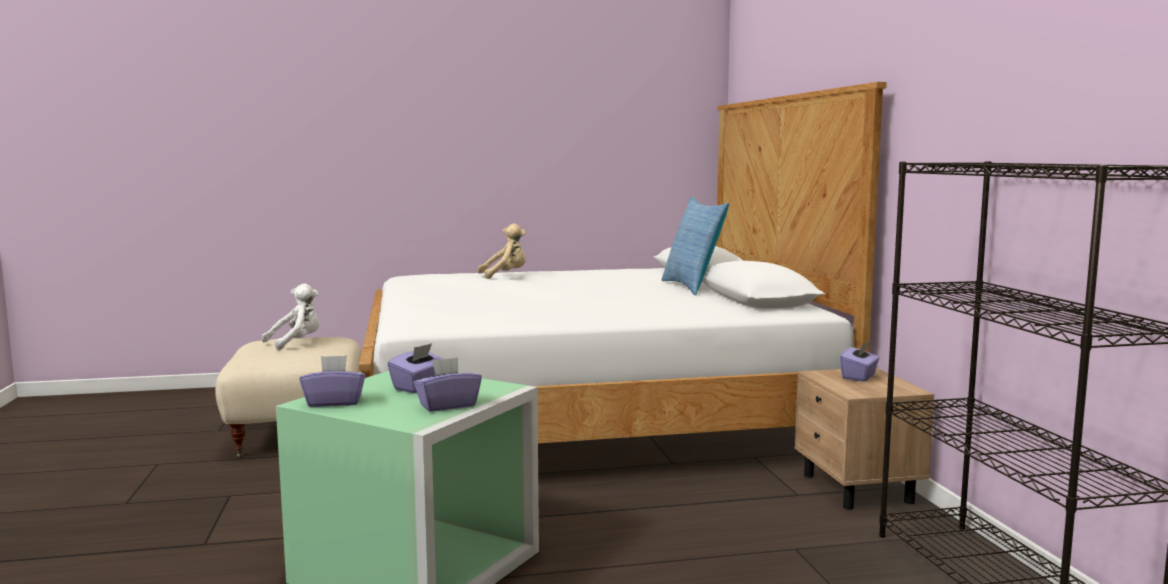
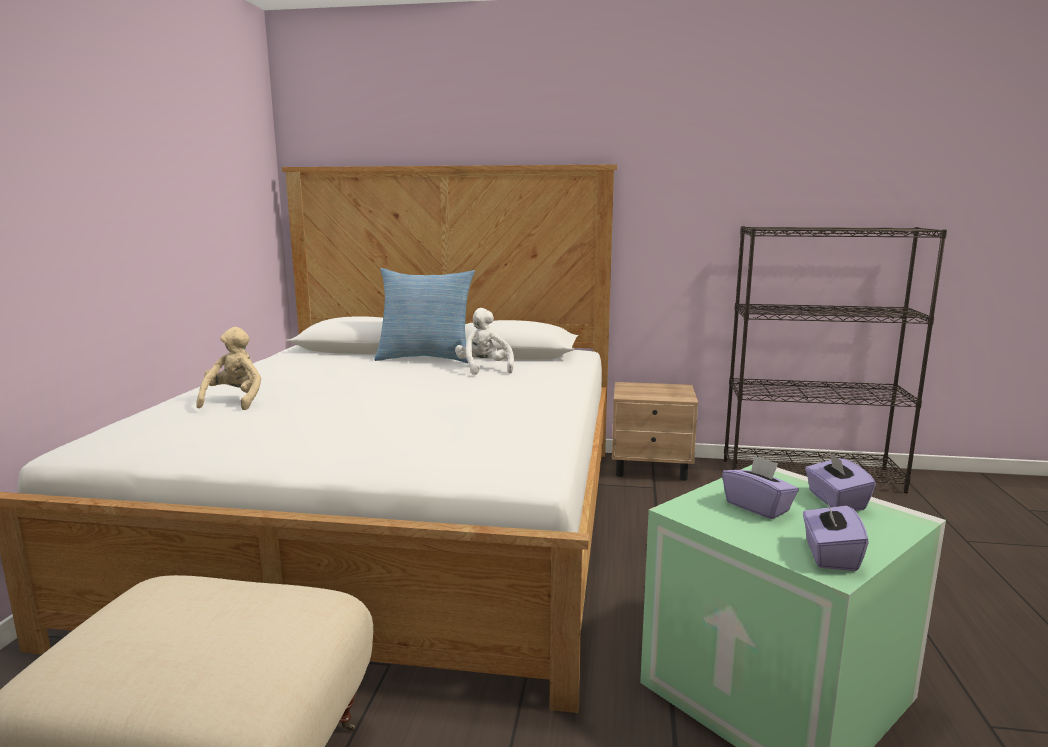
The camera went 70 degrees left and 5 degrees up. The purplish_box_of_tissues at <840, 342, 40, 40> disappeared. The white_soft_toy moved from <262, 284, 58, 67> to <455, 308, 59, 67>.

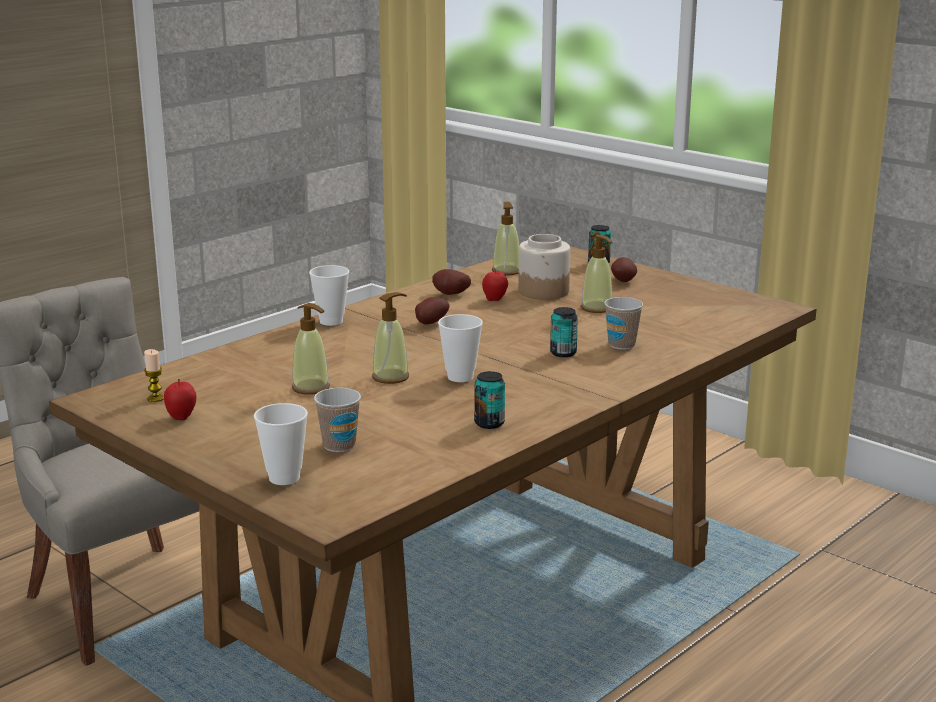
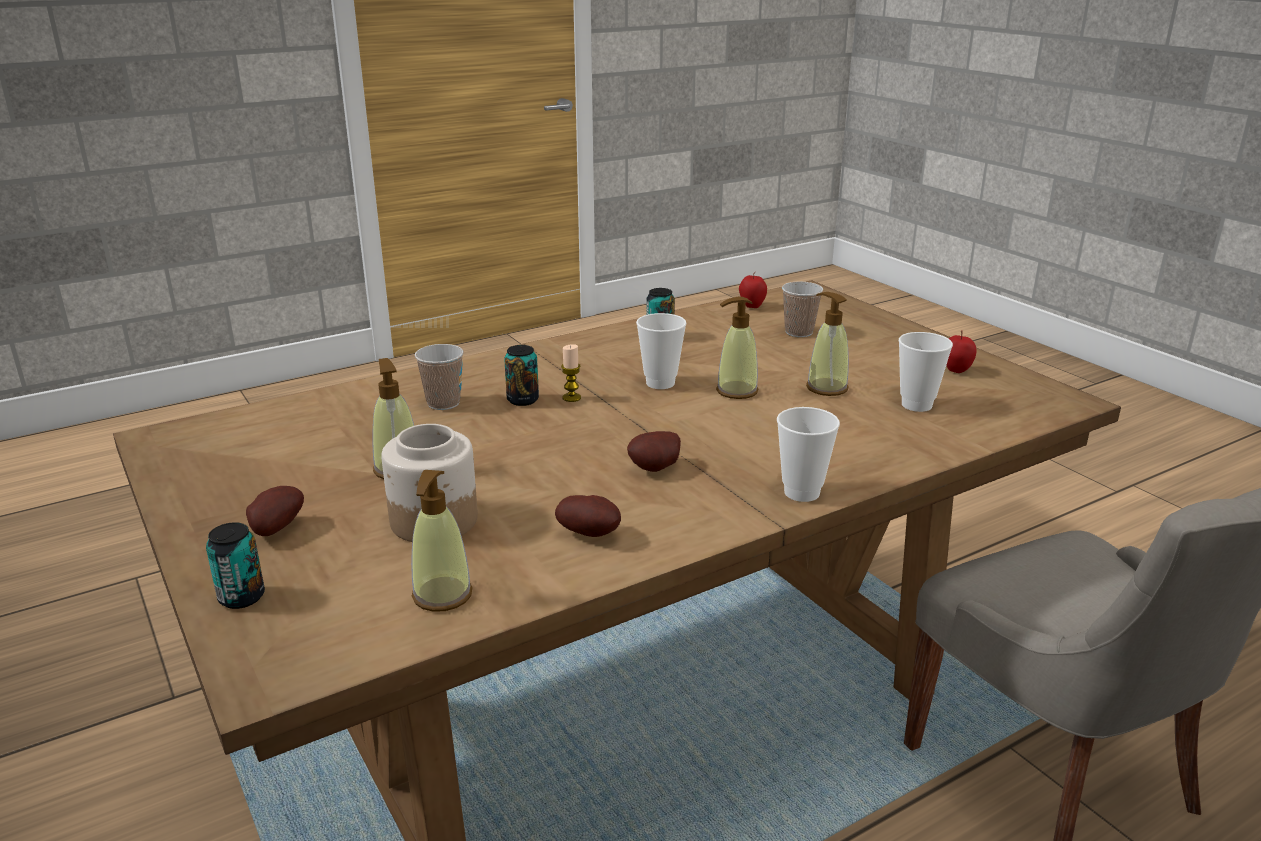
The camera went 165 degrees left and 5 degrees up. The candle moved from <144, 349, 20, 53> to <561, 344, 20, 58>. The drinking_cup moved from <254, 403, 54, 82> to <899, 332, 54, 80>. The apple_fruit moved from <482, 268, 26, 33> to <739, 271, 28, 37>.

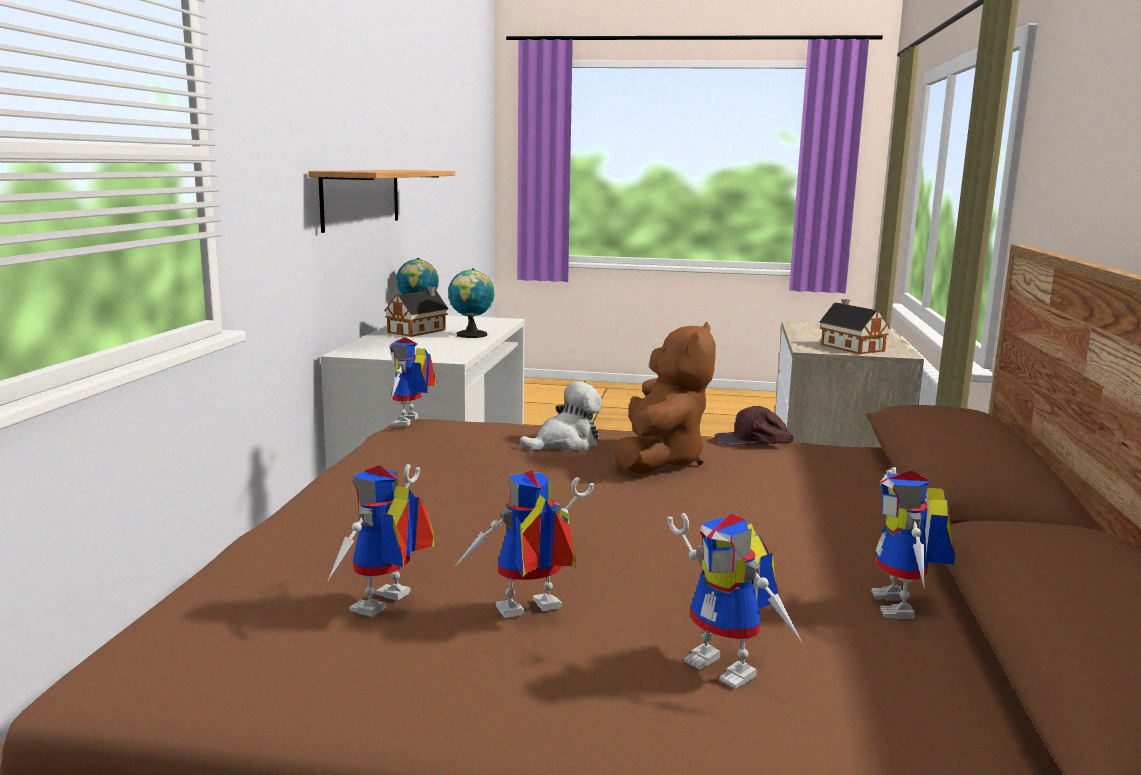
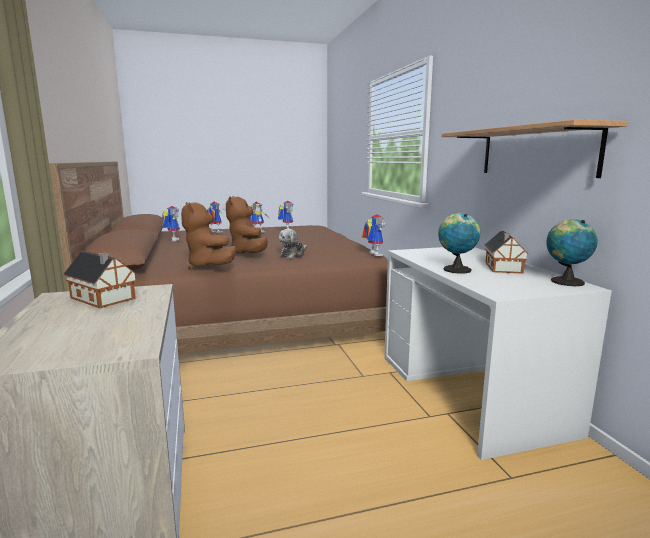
The camera went 155 degrees right and 0 degrees up. The brownish_peaked_cap at <715, 406, 79, 39> was replaced by the brownish_soft_toy at <181, 202, 55, 67>.

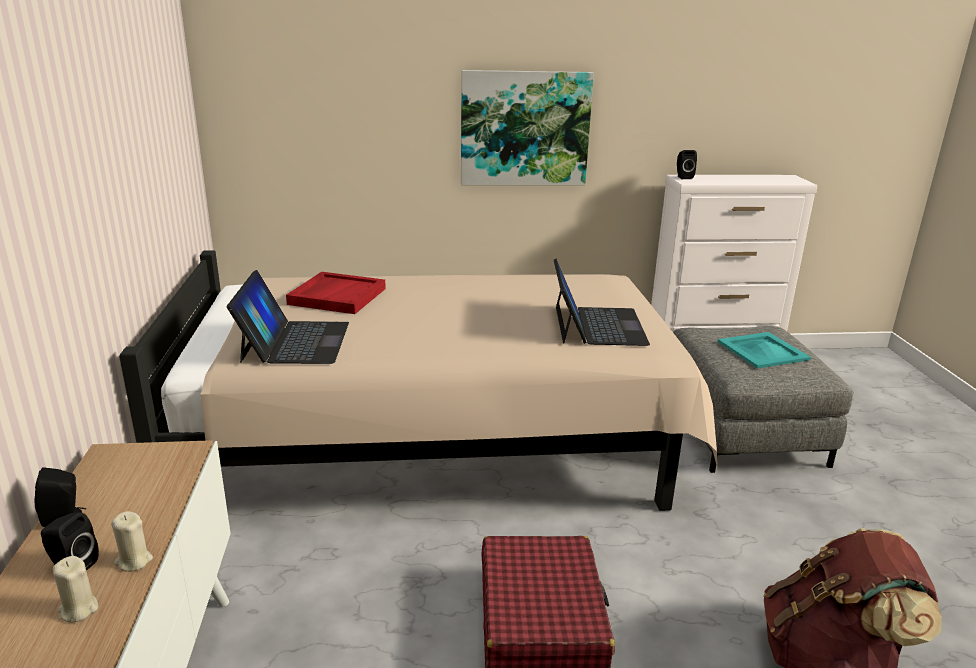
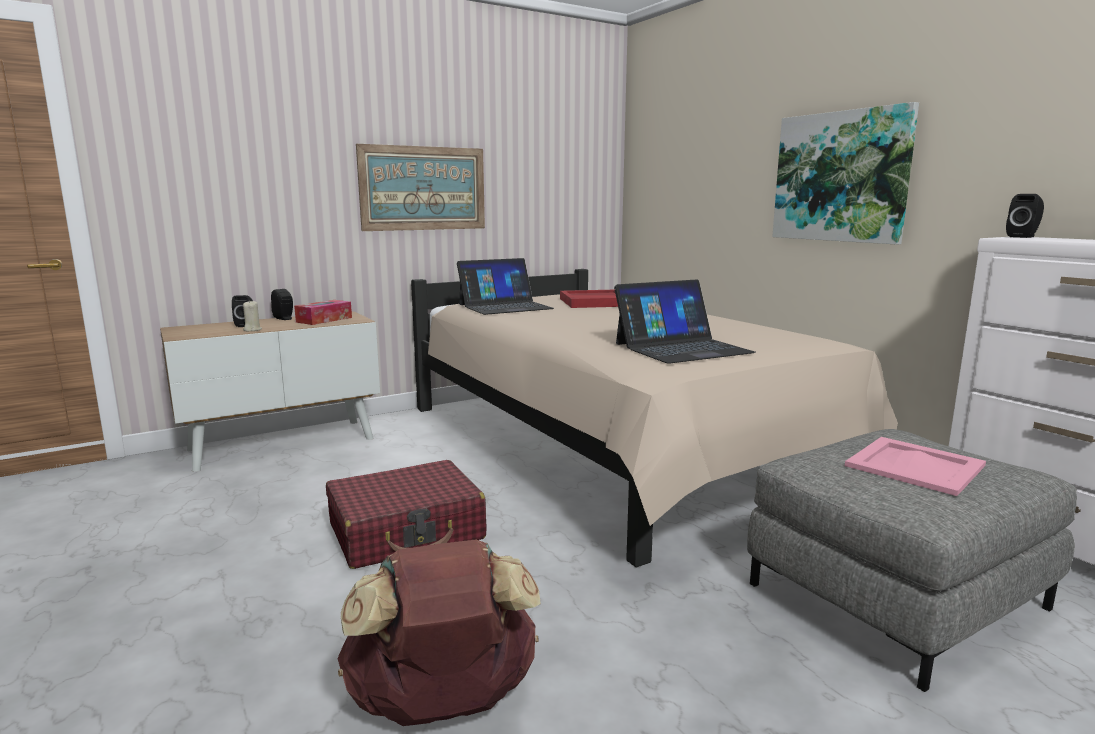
The camera went 65 degrees right and 10 degrees down. The beige_candle at <52, 556, 47, 67> disappeared. The box_of_tissues at <294, 300, 58, 25> appeared. The wall_picture at <356, 144, 129, 87> appeared. The blue-green_serving_tray at <718, 332, 93, 37> became the pink_serving_tray at <845, 437, 141, 59>.

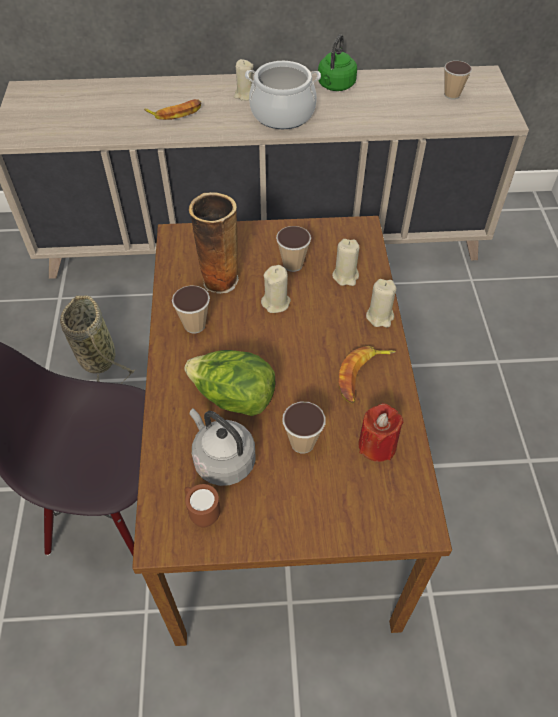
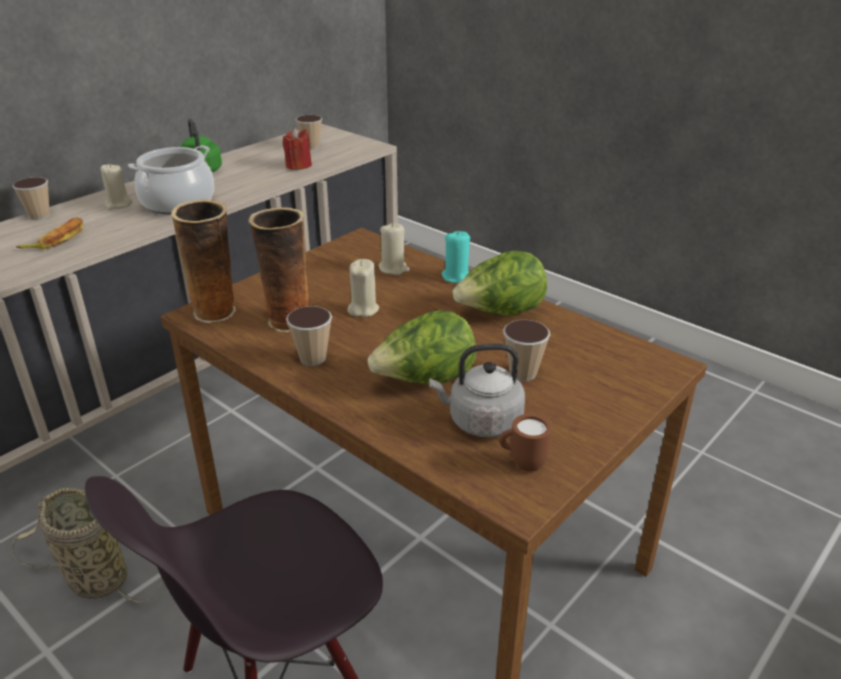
The camera went 45 degrees left and 20 degrees down. The decorative_vase at <171, 200, 65, 123> appeared. The drinking_cup moved from <276, 226, 35, 46> to <12, 177, 38, 43>. The reddish_candle moved from <358, 403, 46, 59> to <283, 128, 29, 42>. The banana at <338, 346, 58, 57> was replaced by the lettuce at <453, 251, 94, 65>. The beige_candle at <366, 279, 30, 48> became the blue-green_candle at <442, 230, 28, 53>.

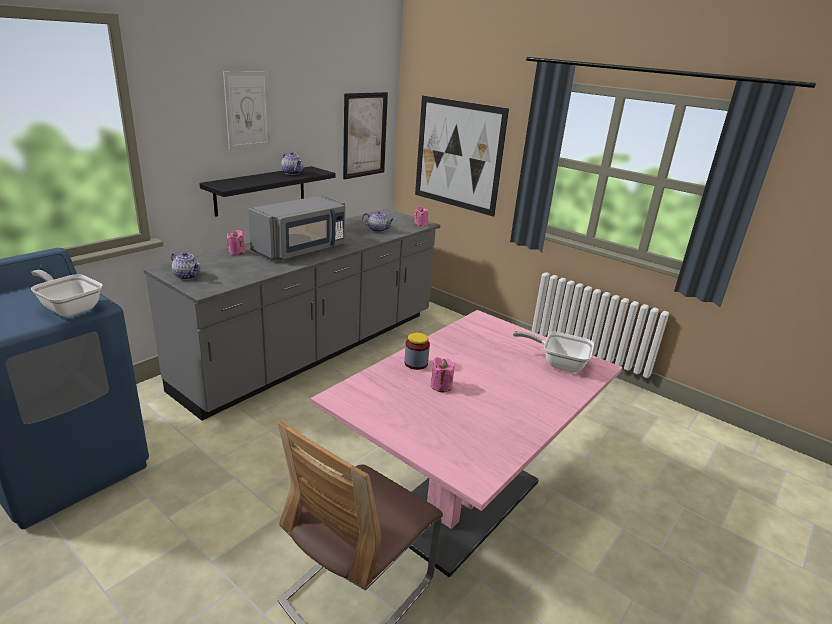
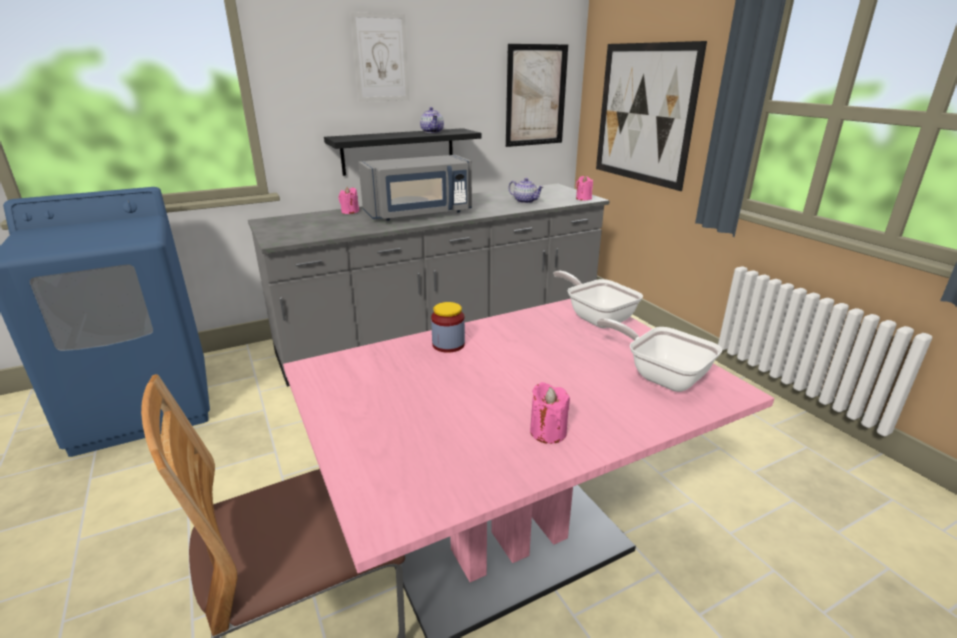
The camera went 25 degrees right and 0 degrees up. The teapot at <171, 252, 29, 28> disappeared. The frying_pan moved from <31, 270, 71, 47> to <553, 271, 90, 57>. The pink_candle moved from <431, 357, 24, 35> to <530, 382, 40, 62>.

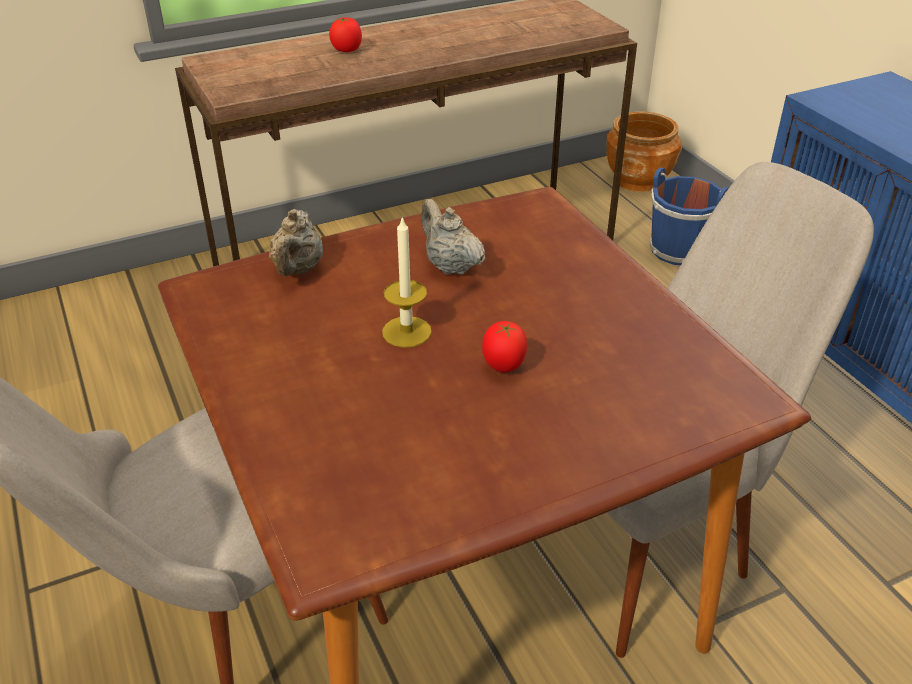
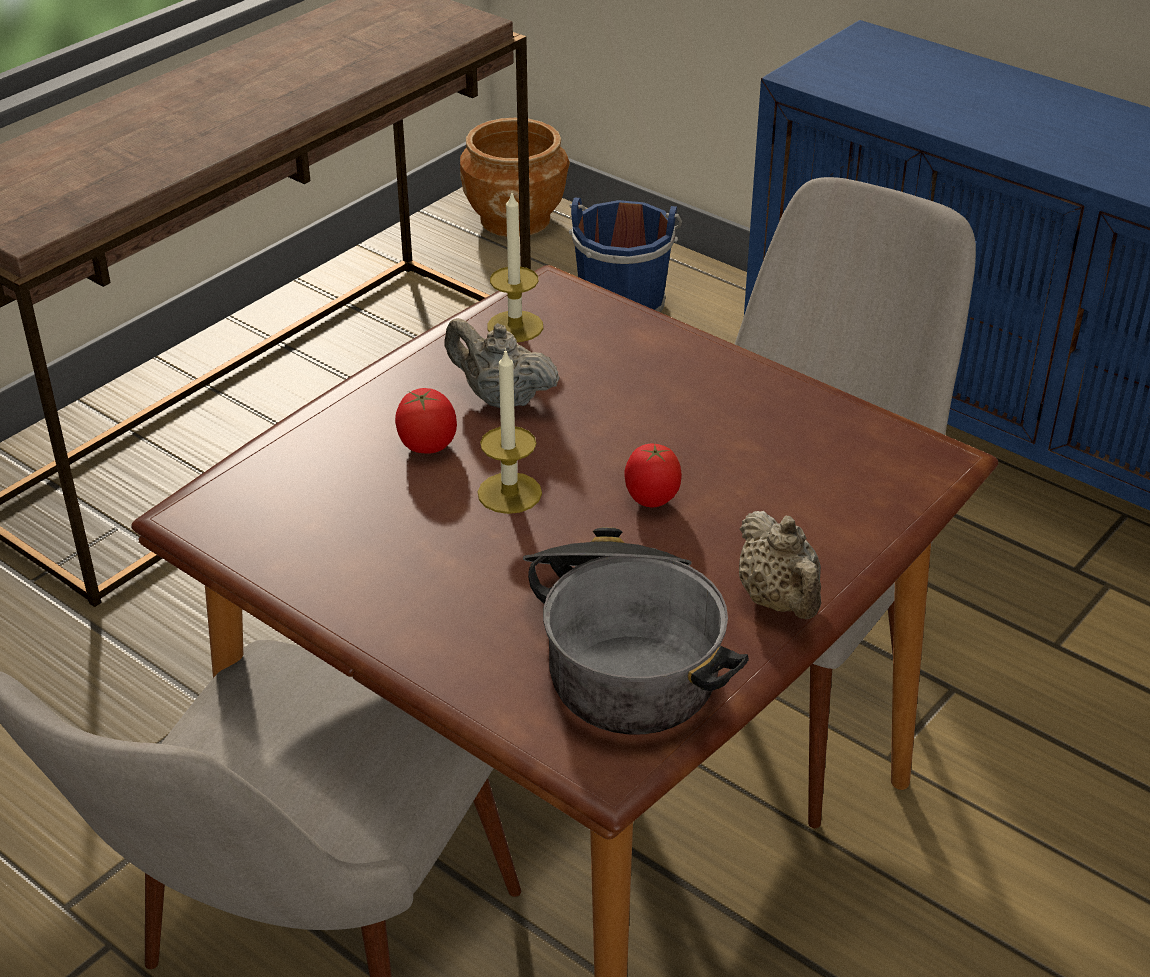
The camera went 25 degrees left and 0 degrees up. The candle at <488, 193, 55, 149> appeared. The stockpot at <523, 527, 226, 208> appeared. The beige_teapot moved from <269, 209, 54, 68> to <739, 511, 82, 108>. The tomato moved from <329, 17, 33, 35> to <395, 388, 62, 66>.

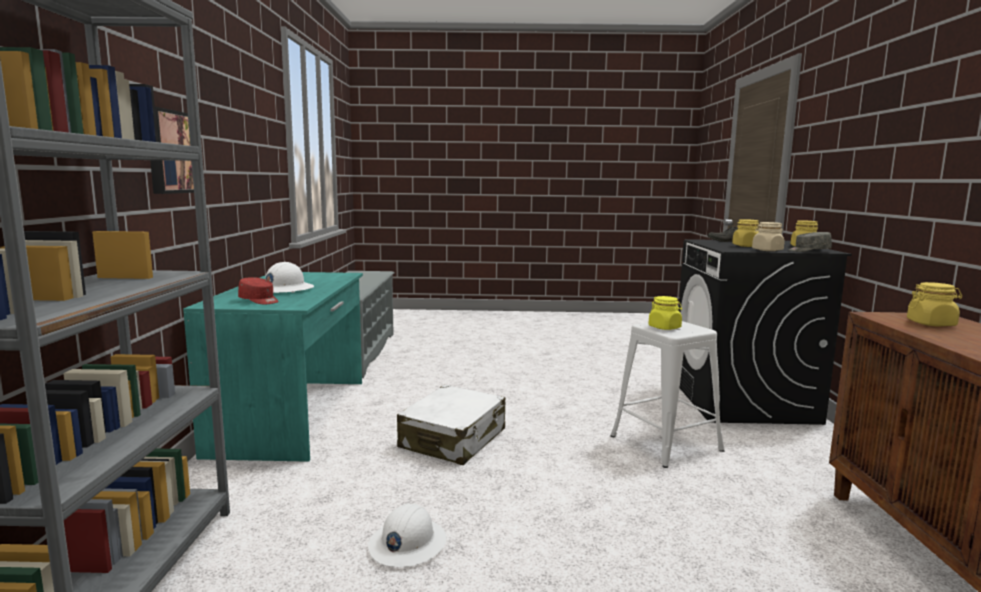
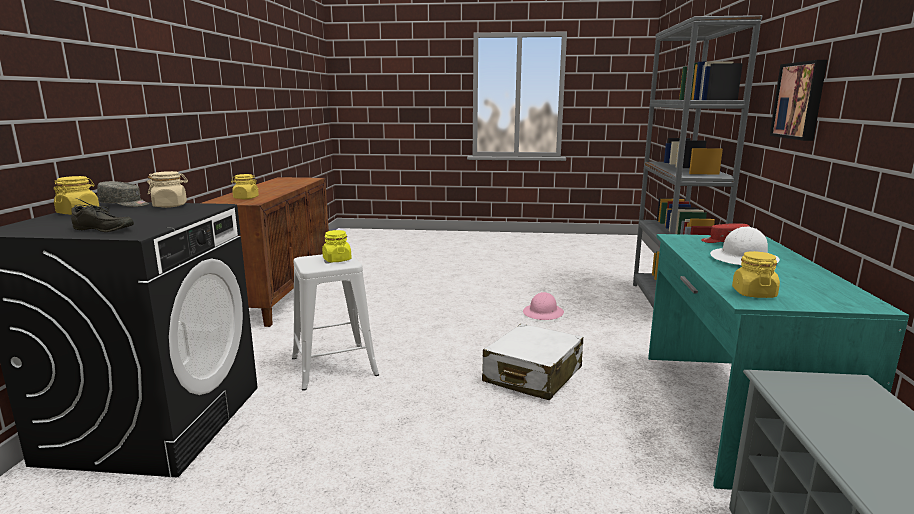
The camera went 175 degrees left and 5 degrees up. The yellowish_jar moved from <732, 219, 27, 28> to <732, 251, 48, 47>. The white_work_helmet at <368, 504, 78, 63> became the pink_work_helmet at <523, 292, 41, 28>.

